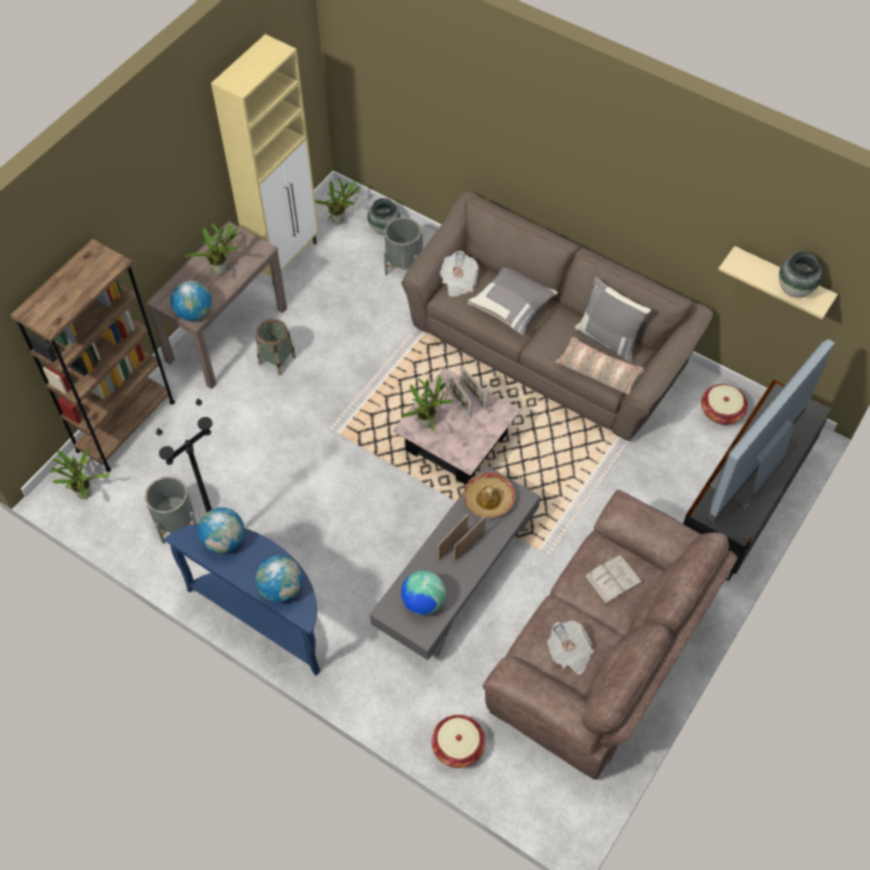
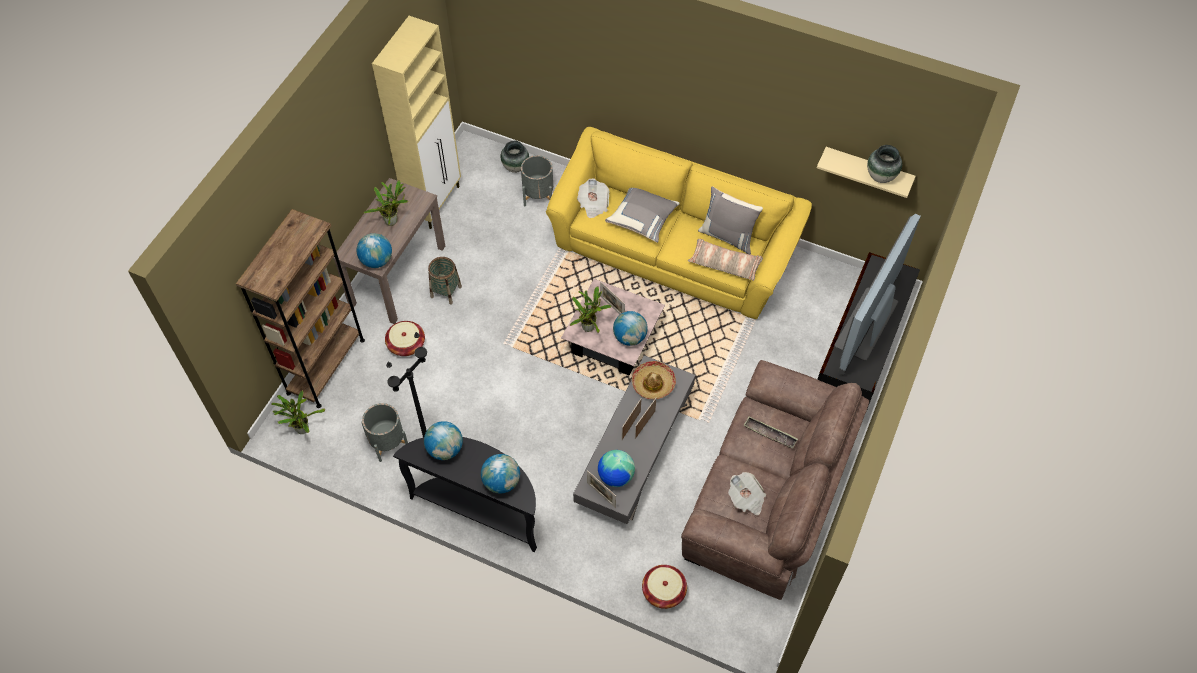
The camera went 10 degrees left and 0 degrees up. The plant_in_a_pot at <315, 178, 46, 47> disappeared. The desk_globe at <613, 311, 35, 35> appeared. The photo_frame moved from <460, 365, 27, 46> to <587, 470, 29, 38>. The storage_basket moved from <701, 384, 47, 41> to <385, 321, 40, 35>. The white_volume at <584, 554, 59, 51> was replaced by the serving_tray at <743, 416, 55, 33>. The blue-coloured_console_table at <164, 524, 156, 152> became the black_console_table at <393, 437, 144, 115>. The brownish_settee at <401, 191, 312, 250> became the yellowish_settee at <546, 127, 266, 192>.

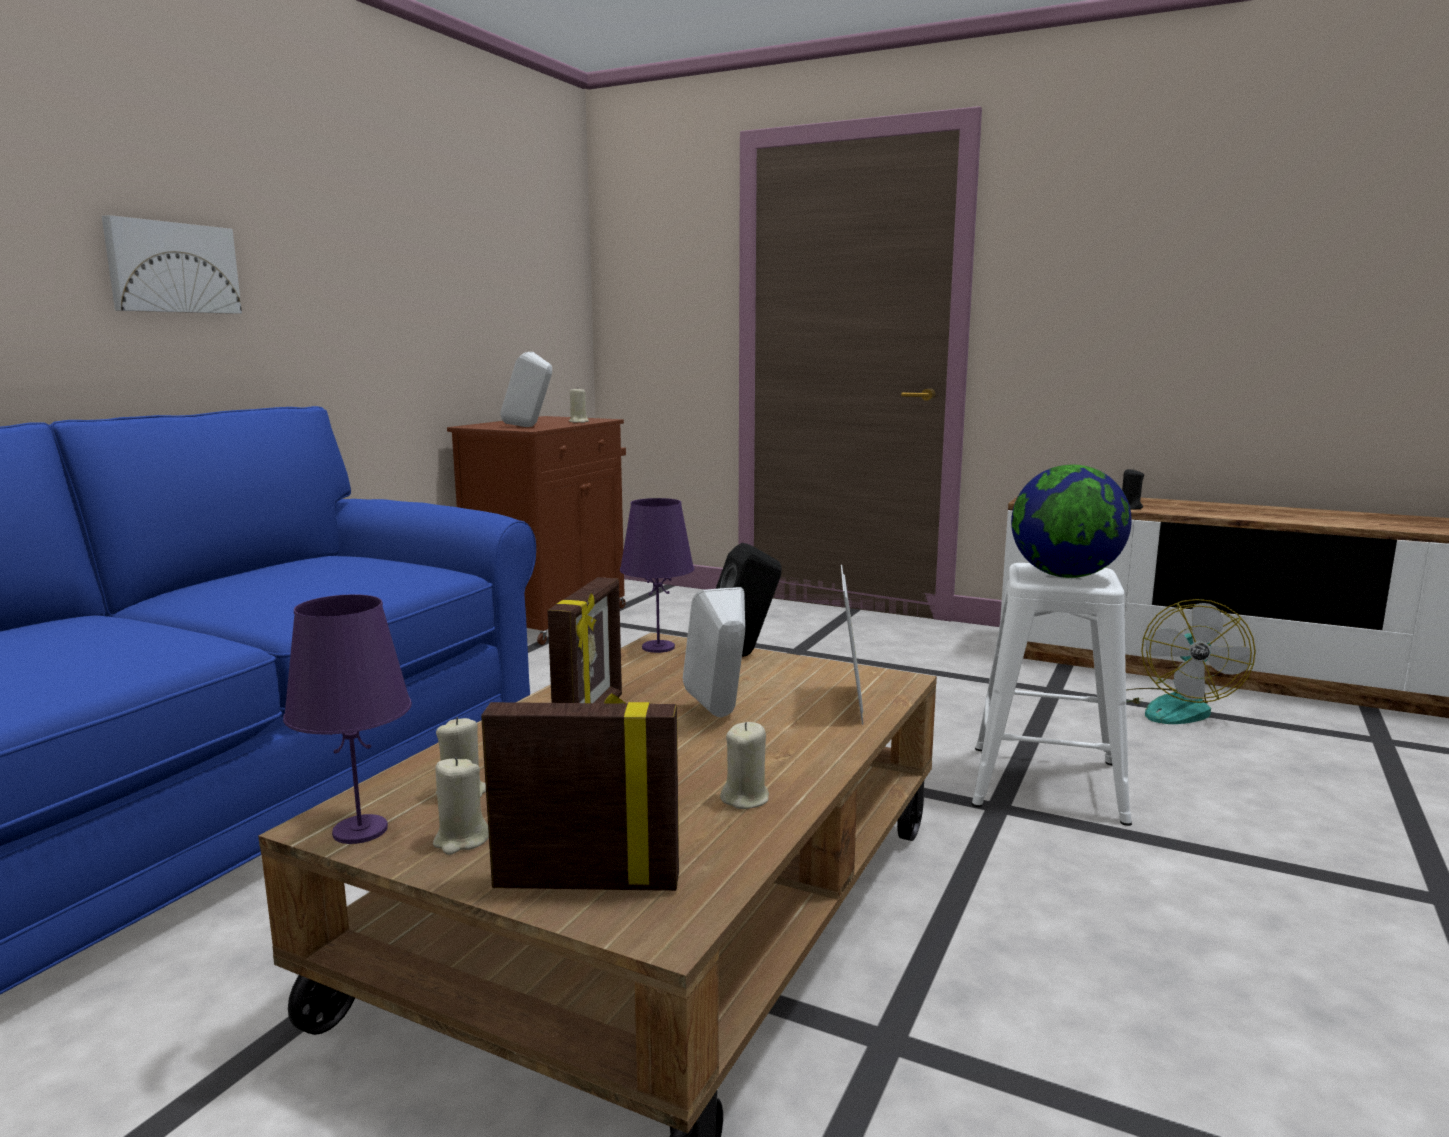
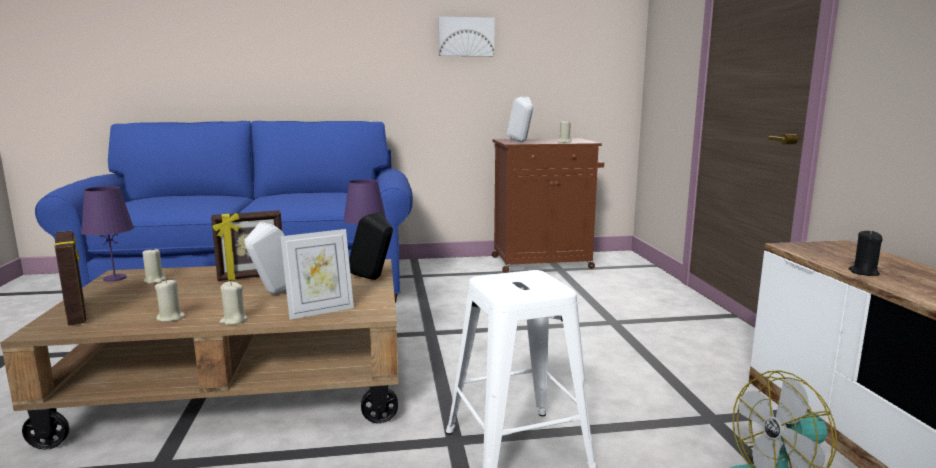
The camera went 55 degrees right and 0 degrees up. The desk_globe at <1011, 465, 121, 113> disappeared. The wall_picture moved from <102, 215, 140, 99> to <438, 17, 57, 39>. The beige_candle moved from <433, 757, 56, 98> to <219, 281, 29, 44>.

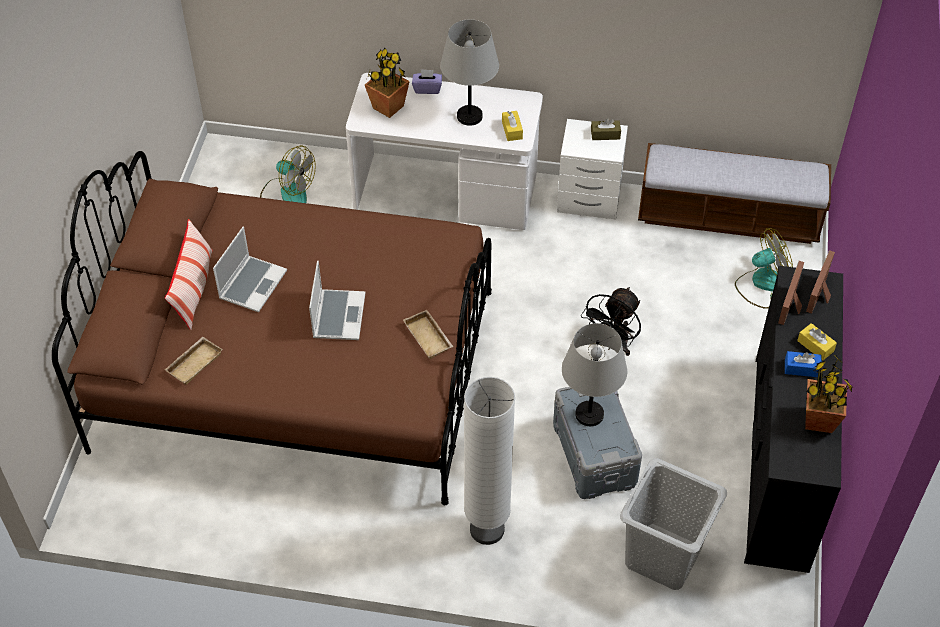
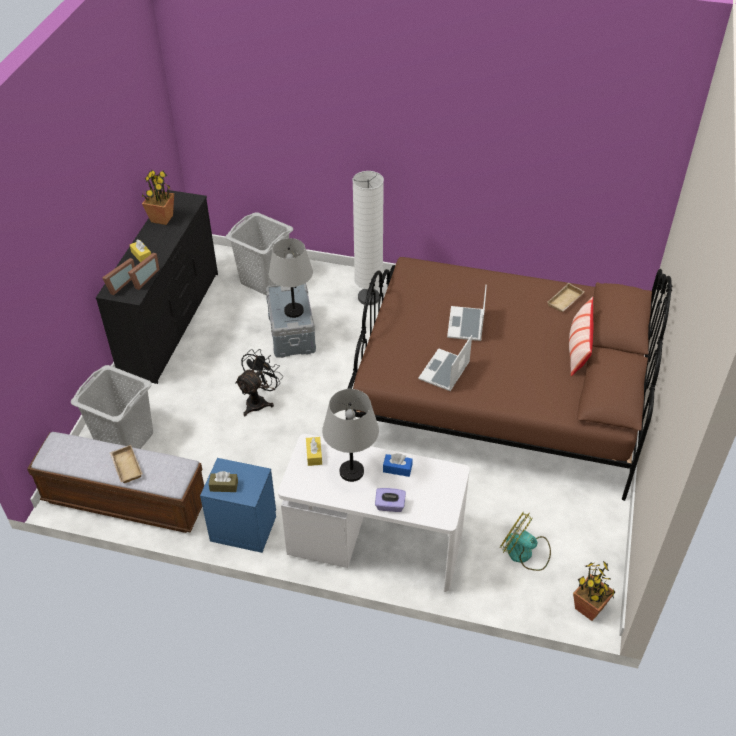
The camera went 175 degrees left and 5 degrees down. The laptop moved from <213, 226, 74, 86> to <418, 335, 54, 56>. The plant_in_a_pot moved from <365, 48, 45, 70> to <573, 561, 42, 60>. The beige_serving_tray moved from <403, 310, 50, 49> to <110, 445, 33, 38>. The blue-coloured_box_of_tissues moved from <785, 351, 37, 26> to <383, 453, 30, 24>. The fan at <735, 228, 58, 81> was replaced by the grey_hamper at <71, 365, 82, 84>. The white_night_table at <557, 119, 71, 100> became the blue-coloured_night_table at <200, 458, 76, 95>.

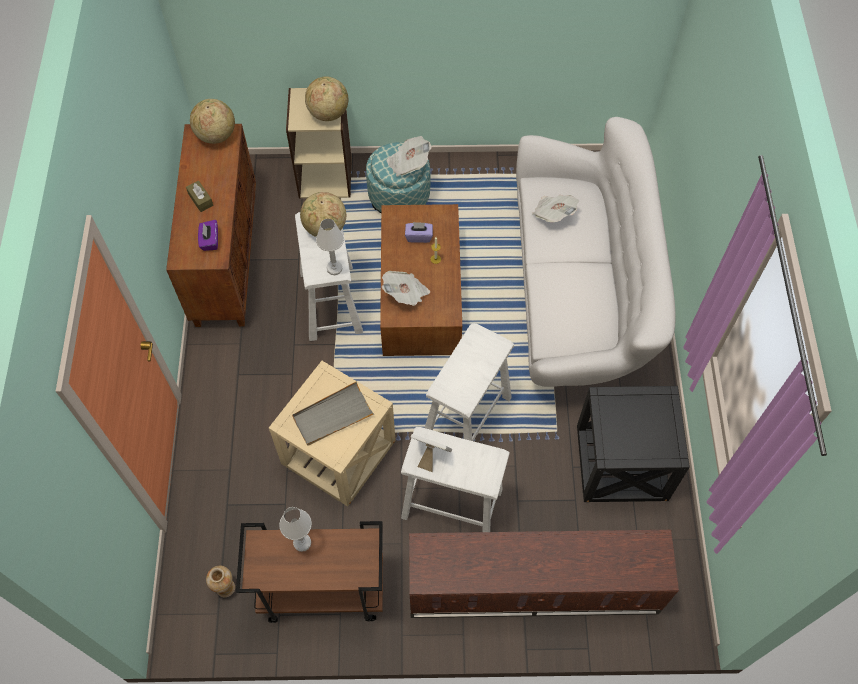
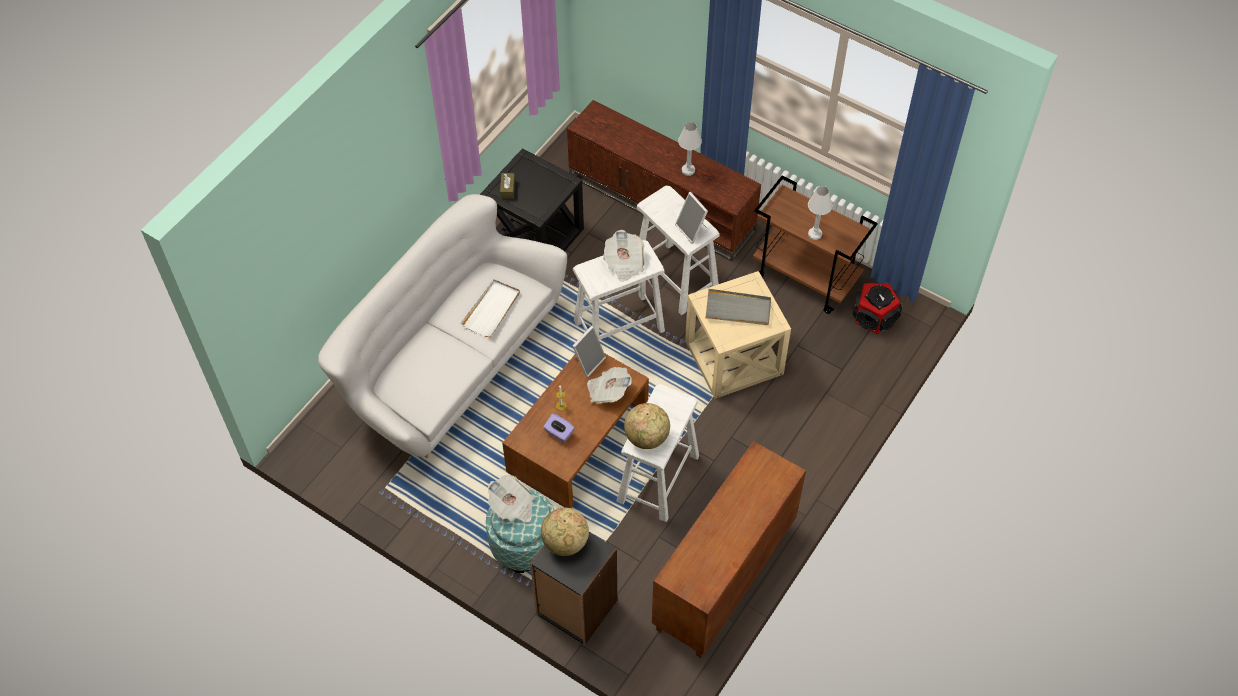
The camera went 145 degrees left and 5 degrees down. The desk_globe at <190, 99, 45, 45> disappeared. The purplish_box_of_tissues at <198, 220, 20, 31> disappeared. The white_serving_tray at <461, 279, 59, 58> appeared. The photo_frame at <572, 326, 34, 51> appeared. The brownish_box_of_tissues moved from <186, 181, 28, 31> to <500, 173, 15, 26>. The white_table_lamp moved from <316, 219, 28, 56> to <678, 122, 24, 54>. The newspaper moved from <532, 195, 47, 27> to <603, 230, 42, 52>. The decorative_vase at <206, 566, 29, 31> was replaced by the loudspeaker at <852, 282, 50, 52>. The beige_bookcase at <286, 88, 66, 110> became the black_bookcase at <530, 532, 87, 113>.

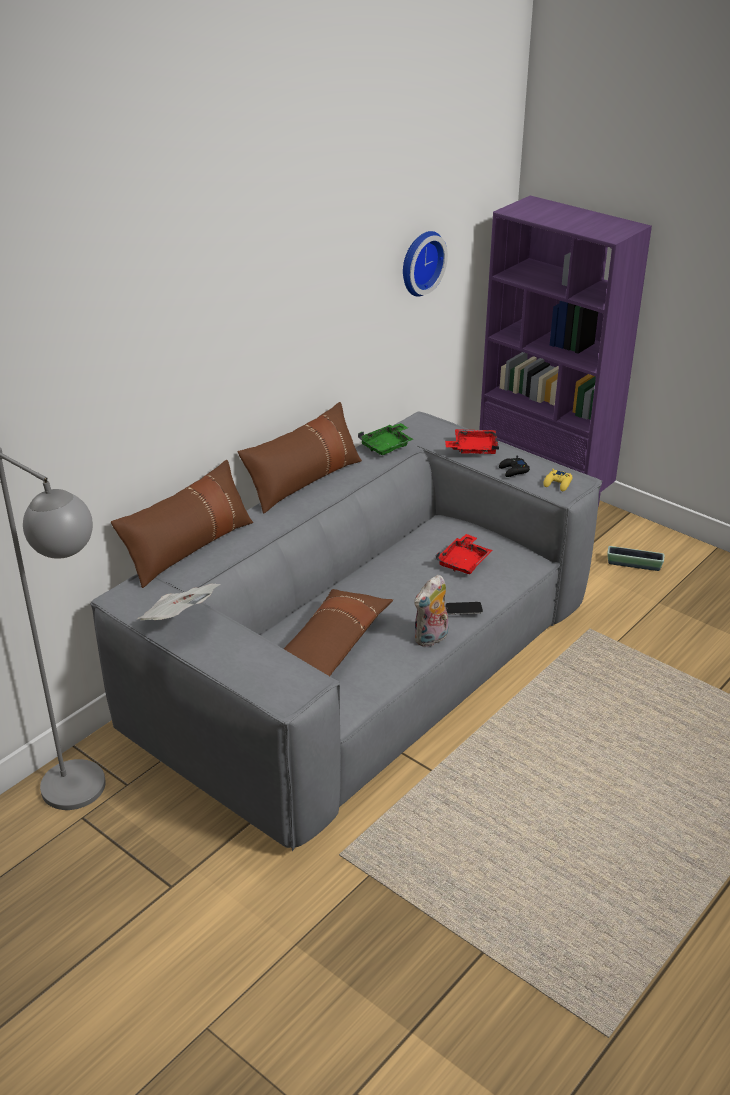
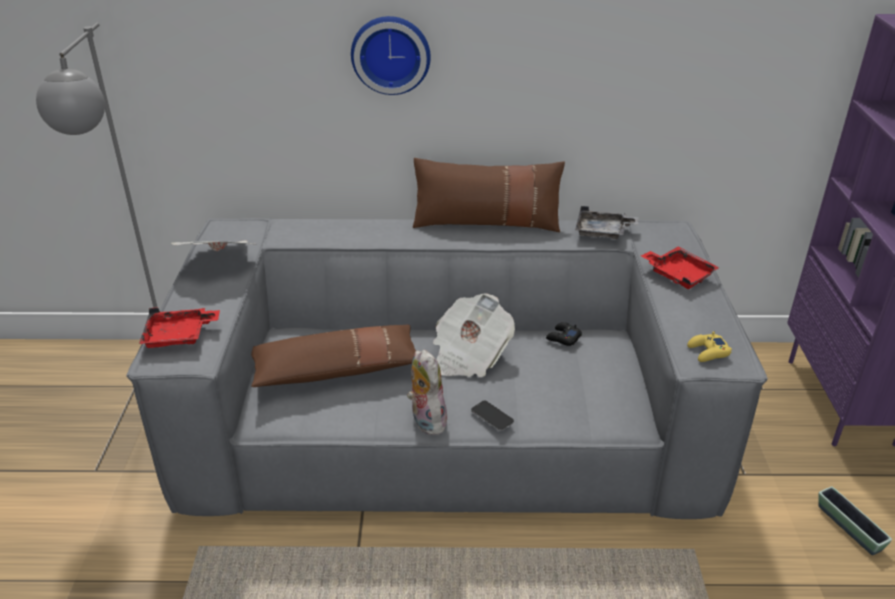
The camera went 50 degrees right and 0 degrees up. The brownish_throw_pillow at <111, 460, 142, 128> disappeared. The newspaper at <433, 293, 82, 84> appeared. The clock_on_the_wall moved from <403, 231, 45, 66> to <351, 16, 80, 79>. The reddish_serving_tray moved from <435, 534, 57, 40> to <139, 307, 81, 41>. The black_joypad moved from <499, 456, 31, 21> to <546, 322, 36, 24>. The green-coloured_serving_tray at <358, 423, 55, 32> became the grey_serving_tray at <575, 206, 64, 33>. The soft_toy at <414, 575, 35, 72> turned 60 degrees clockwise.

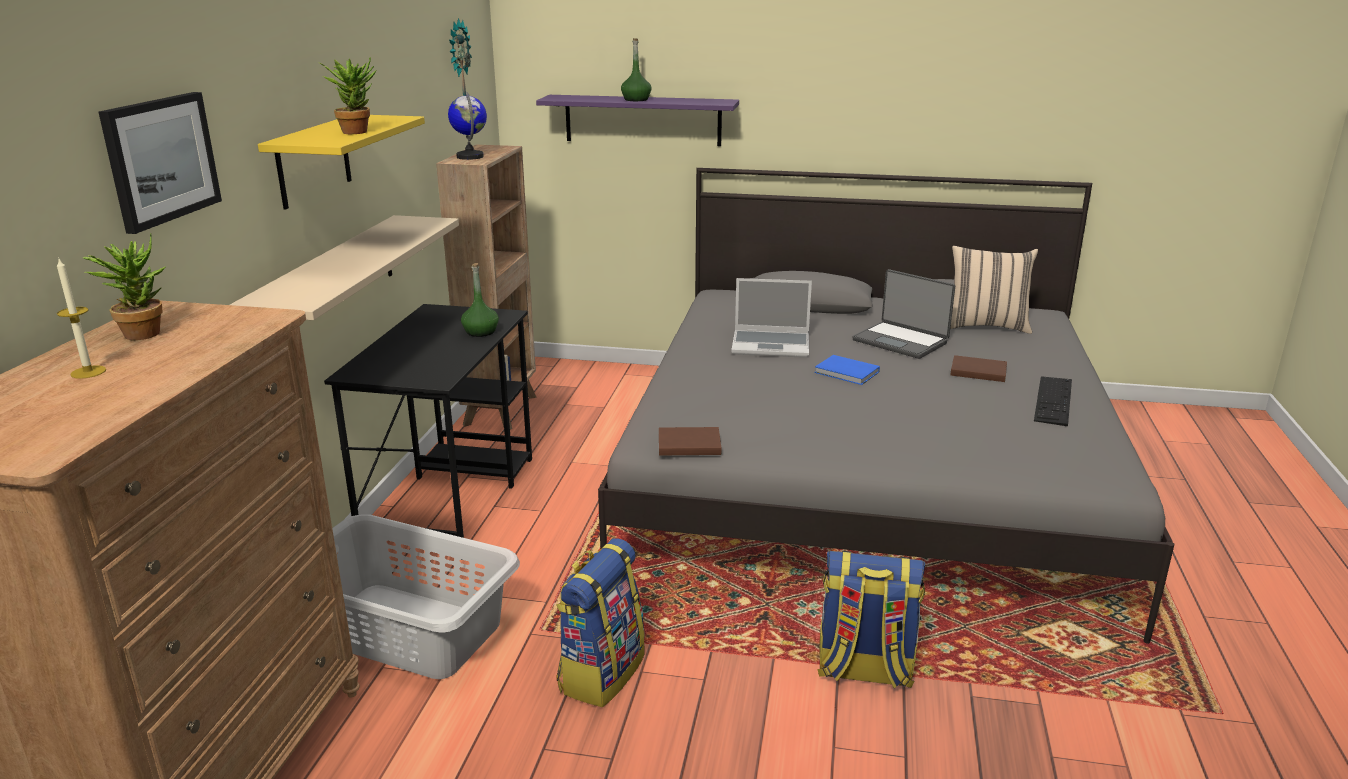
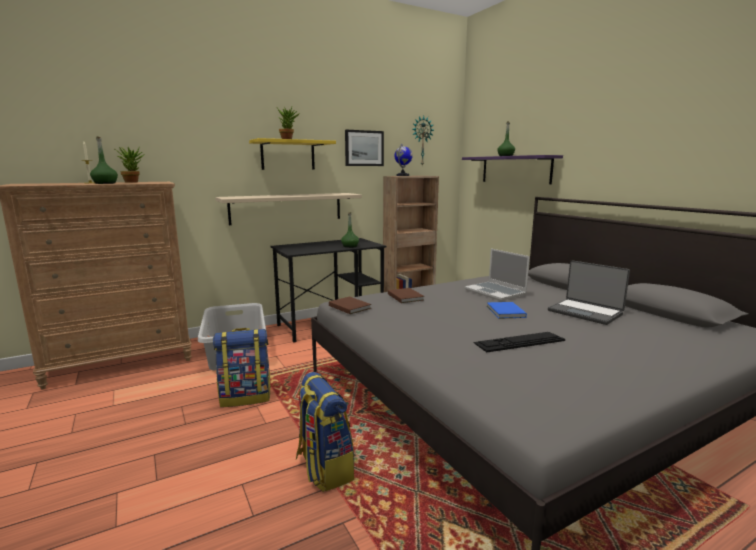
The camera went 50 degrees right and 10 degrees down. The beige_throw_pillow at <950, 246, 88, 88> disappeared. The green-coloured_beverage_bottle at <90, 136, 28, 48> appeared. The wall_picture moved from <99, 92, 123, 142> to <345, 130, 39, 36>. The brownish_volume moved from <950, 355, 57, 27> to <388, 288, 36, 15>. The PC_keyboard moved from <1034, 376, 38, 50> to <474, 332, 91, 20>. The laptop at <852, 269, 103, 90> turned 45 degrees counterclockwise.

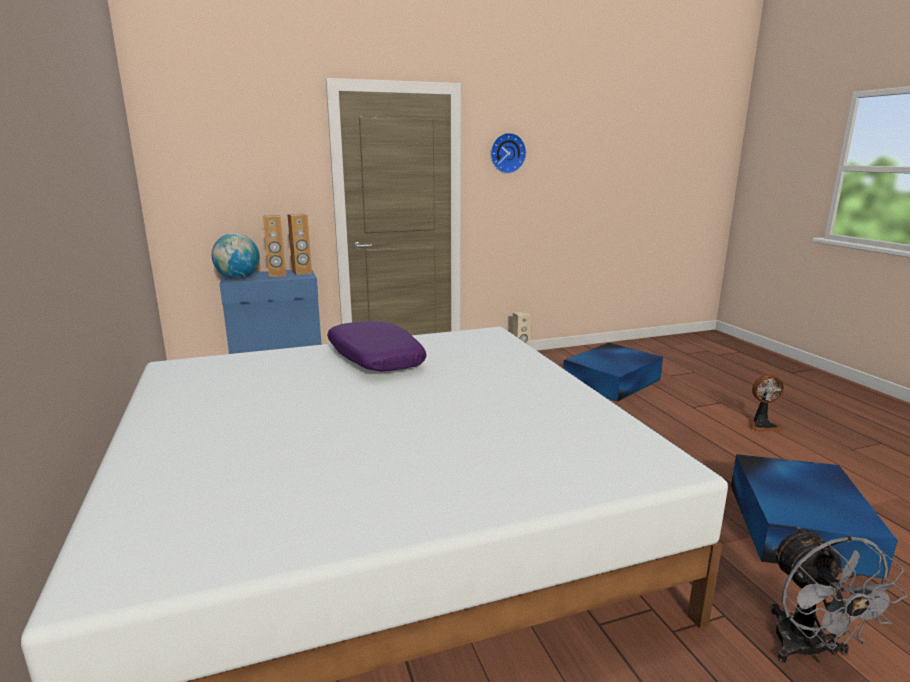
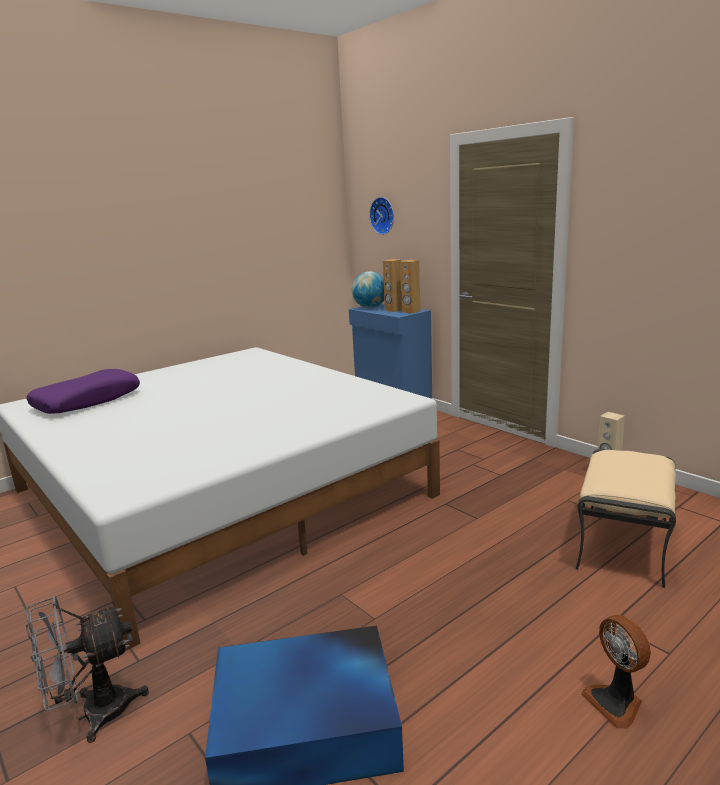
The camera went 70 degrees right and 0 degrees up. The purplish_throw_pillow moved from <327, 321, 99, 50> to <27, 369, 113, 45>. The clock_on_the_wall moved from <490, 133, 36, 41> to <369, 197, 25, 38>. The blue-coloured_storage_container at <563, 343, 100, 59> was replaced by the beige_footrest at <575, 449, 101, 139>.

